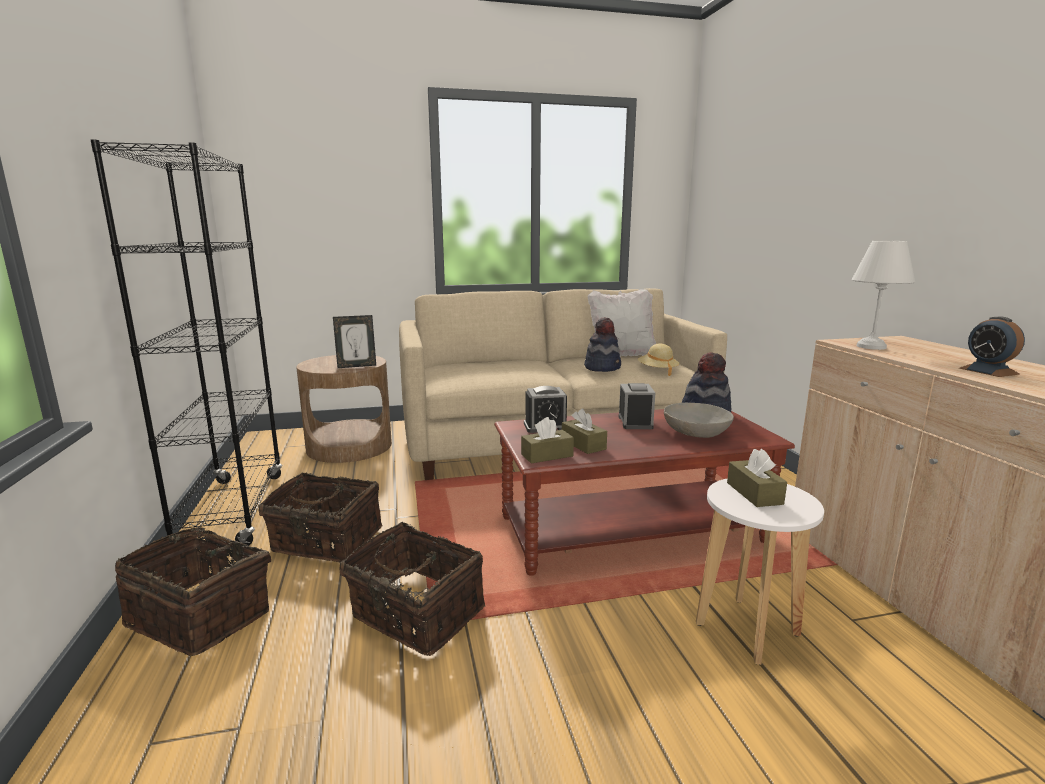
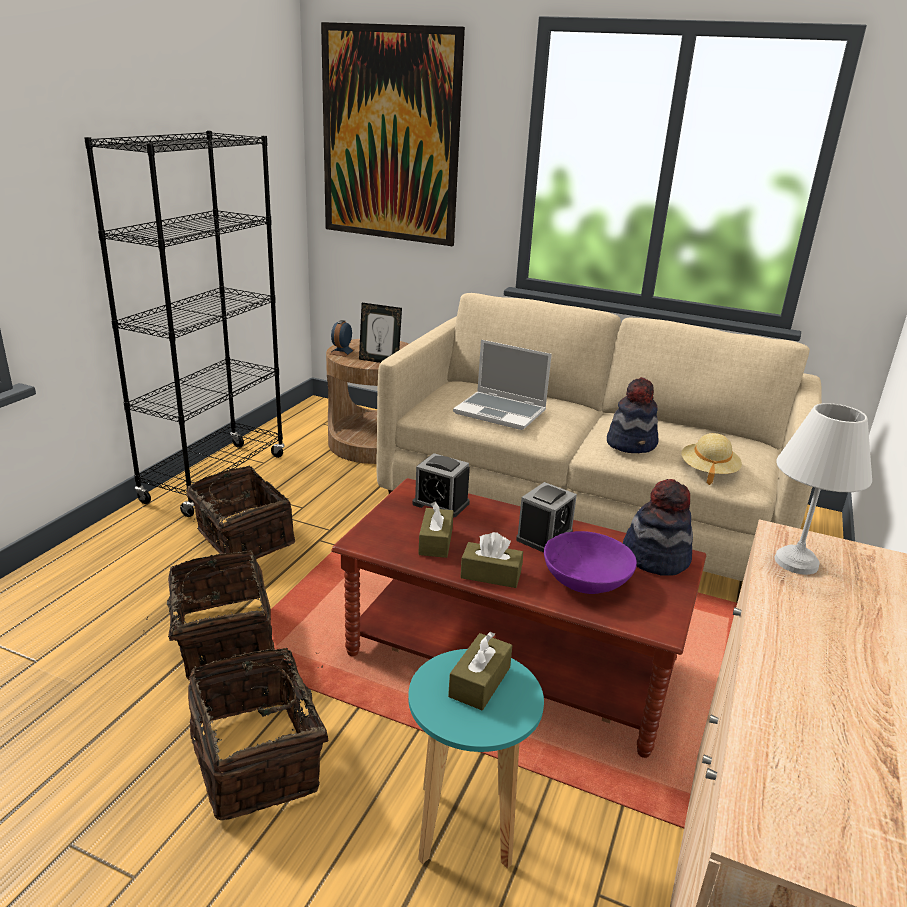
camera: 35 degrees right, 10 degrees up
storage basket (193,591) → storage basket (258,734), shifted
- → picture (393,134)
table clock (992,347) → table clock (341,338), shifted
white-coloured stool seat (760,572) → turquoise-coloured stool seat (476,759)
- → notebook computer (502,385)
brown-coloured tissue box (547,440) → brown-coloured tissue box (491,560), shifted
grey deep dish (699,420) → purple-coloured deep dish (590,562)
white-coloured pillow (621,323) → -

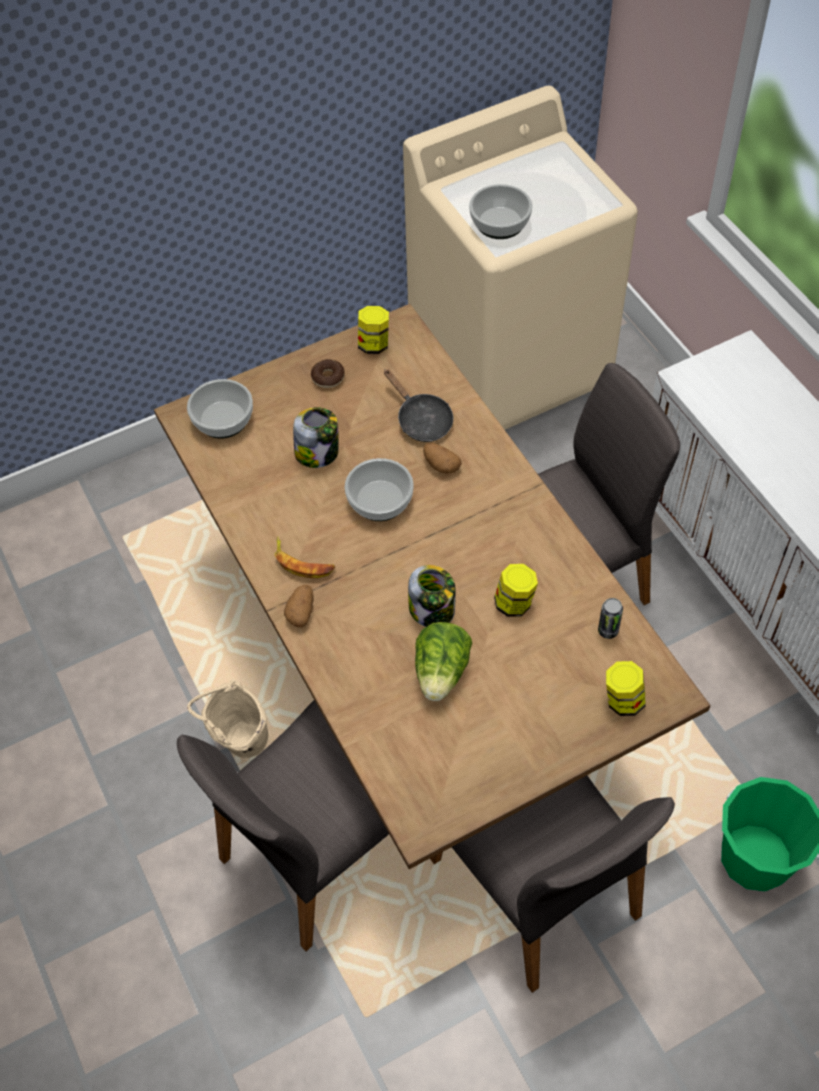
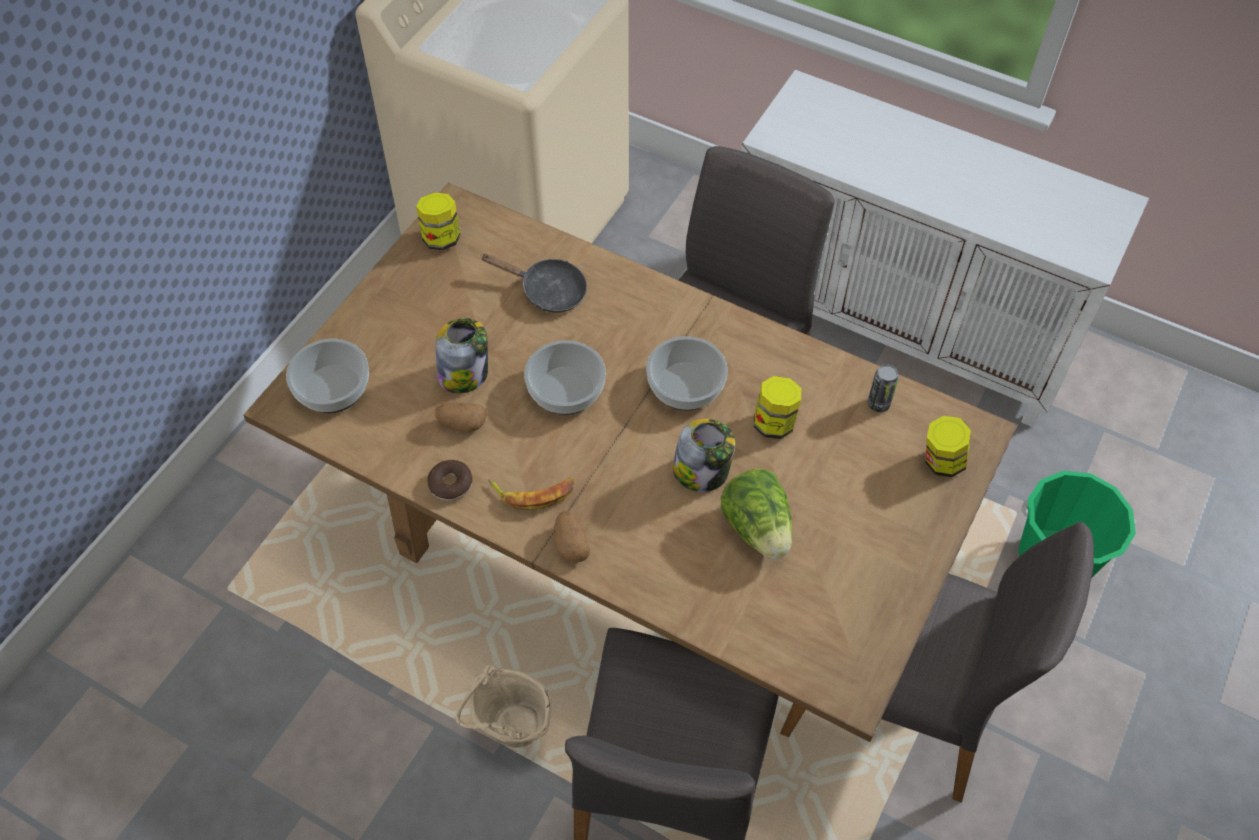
camera: 35 degrees left, 0 degrees up
ring doughnut (328,373) → ring doughnut (449,480), shifted
spud (442,458) → spud (461,417), shifted
deep dish (500,211) → deep dish (687,373), shifted

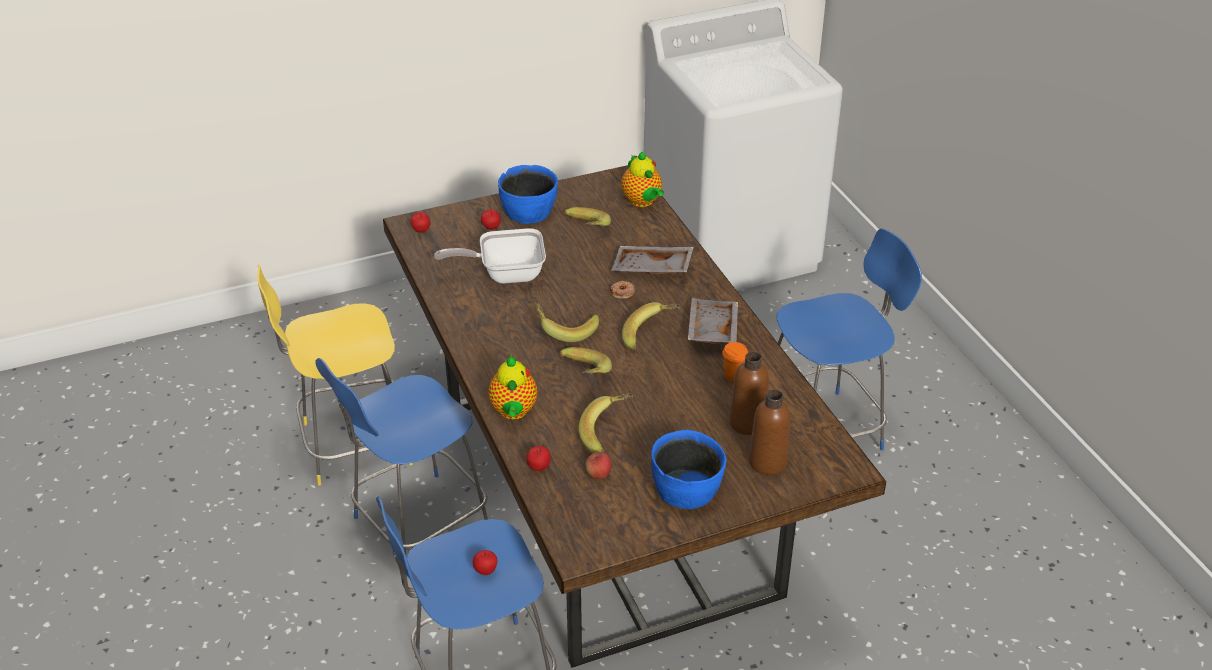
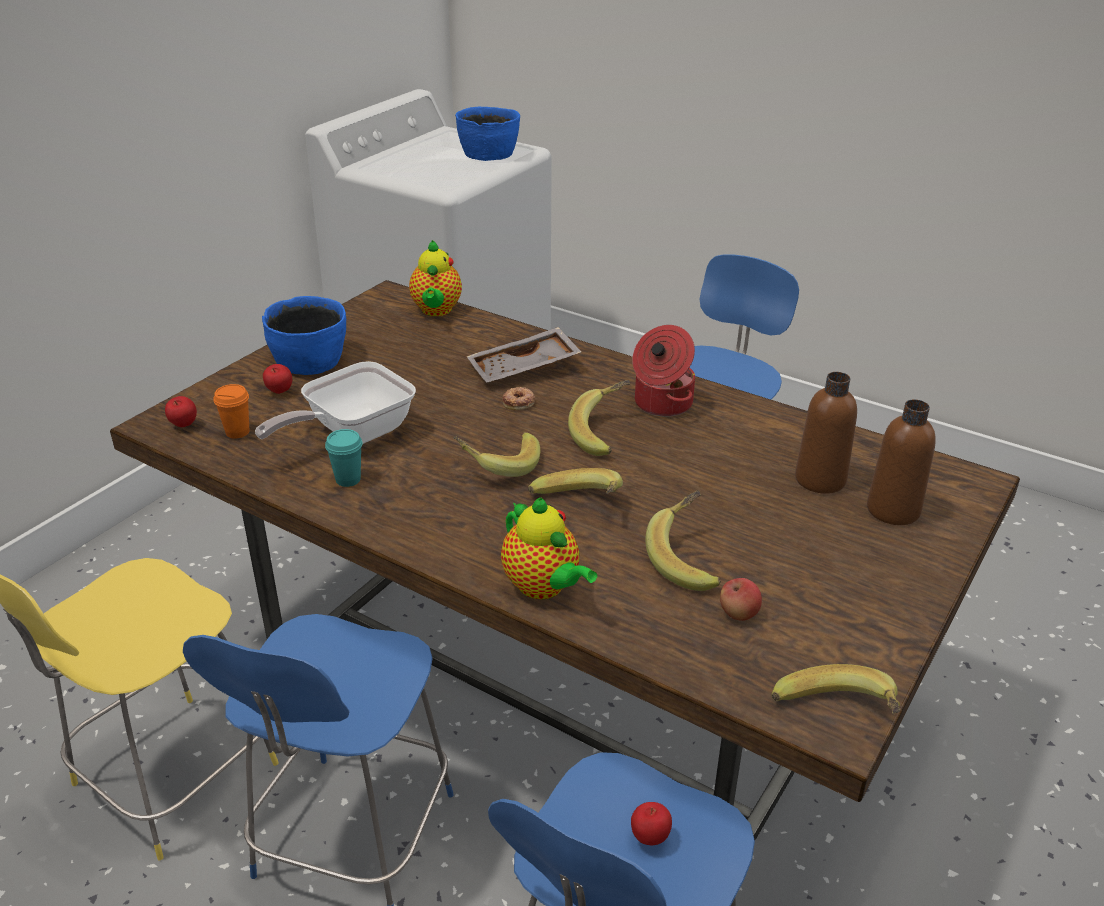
camera: 35 degrees left, 5 degrees down
orange small cup (735,362) → orange small cup (231,411), shifted
- → turquoise-coloured small cup (343,458)
tea pot (642,179) → tea pot (435,278), 60 degrees clockwise
bluish deep dish (688,469) → bluish deep dish (487,134), shifted
grey tray (713,321) → cooking pot (663,371)
banana fruit (587,216) → banana fruit (836,689), shifted
apple (538,458) → -

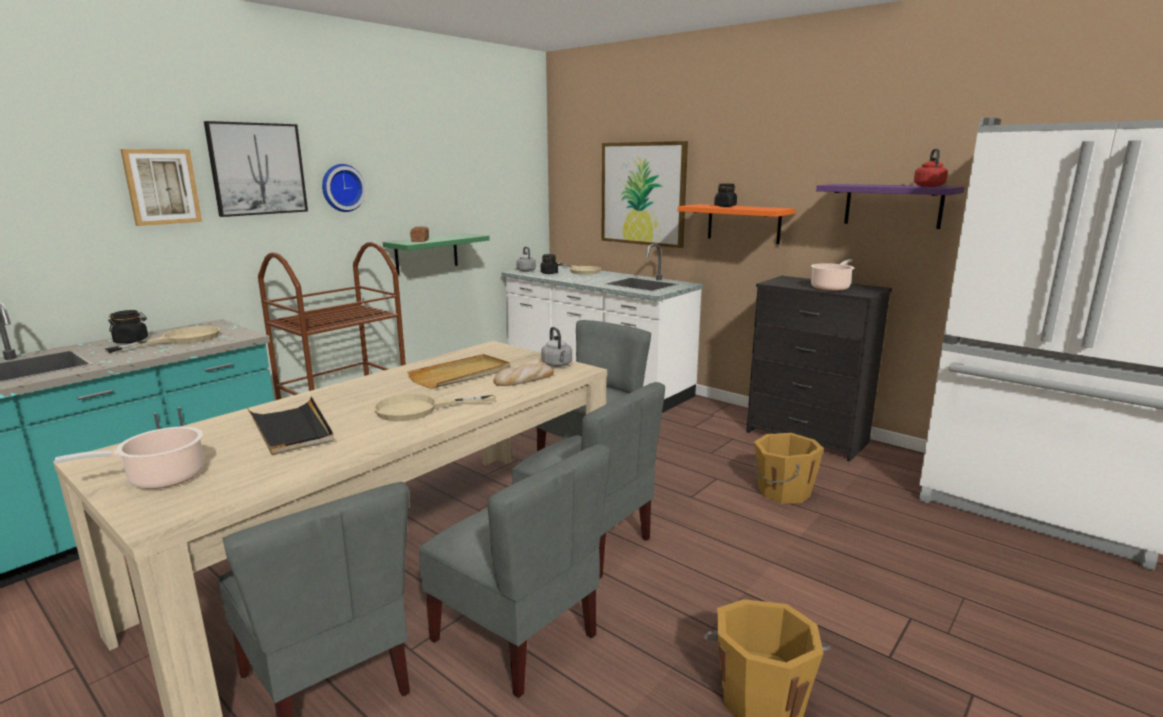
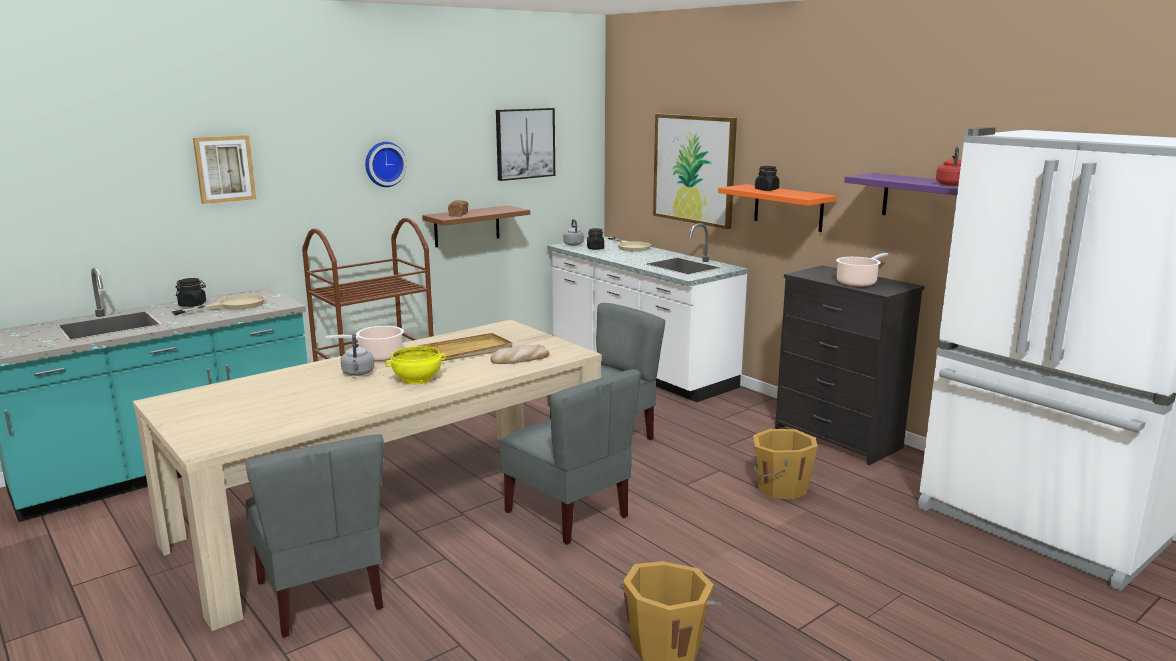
camera: 10 degrees right, 0 degrees up
cooking pot (129,458) → cooking pot (364,343), shifted
grey kettle (556,347) → grey kettle (357,355), shifted
beige-coloured frying pan (434,407) → yellow-coloured deep dish (415,365)
green-coloured shelf (436,254) → brown-coloured shelf (476,226)
picture (256,169) → picture (525,144), shifted
blackish tray (290,425) → -
grey plain chair (515,571) → -

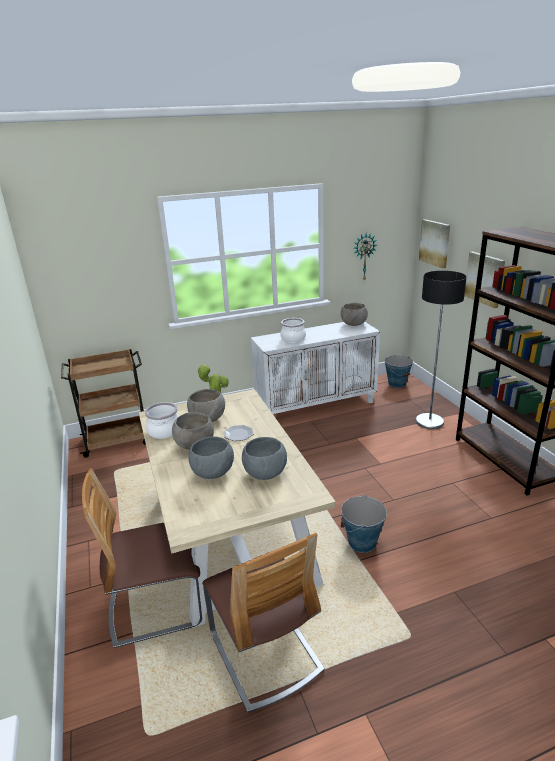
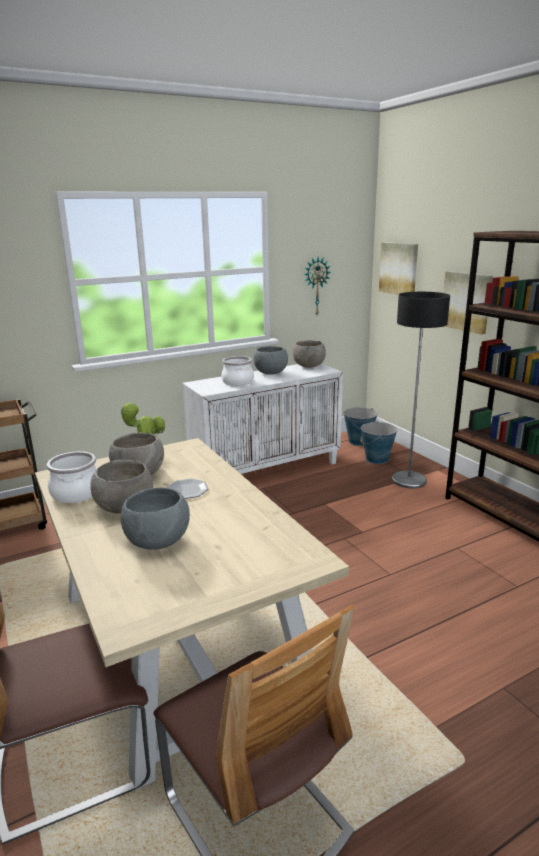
camera: 10 degrees left, 5 degrees down
grey deep dish (264,458) → grey deep dish (271,360), shifted
bucket (364,524) → bucket (378,442), shifted

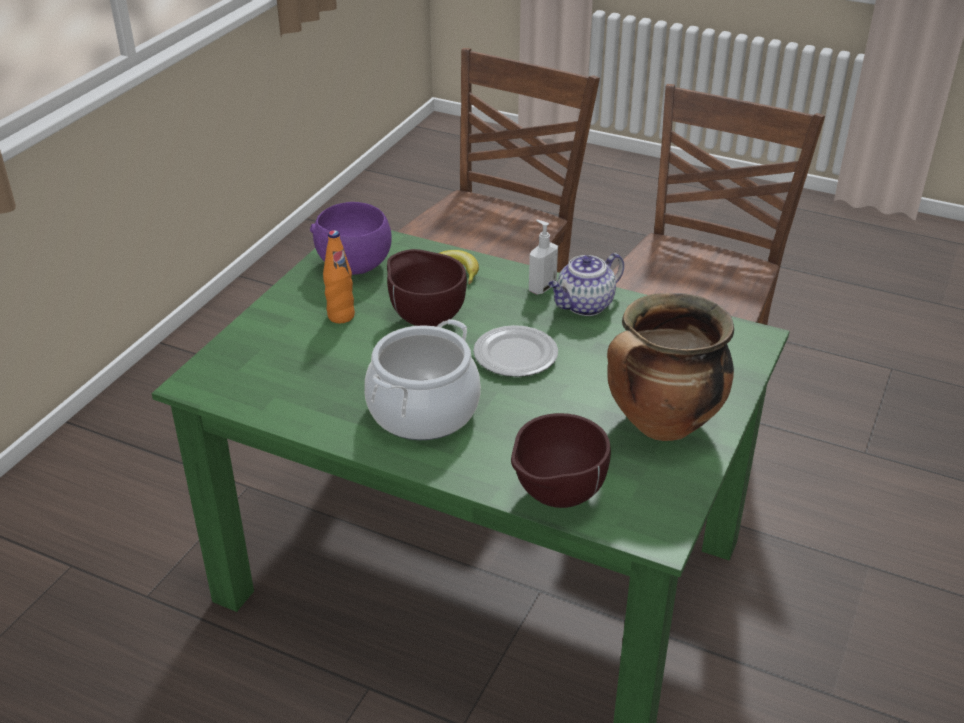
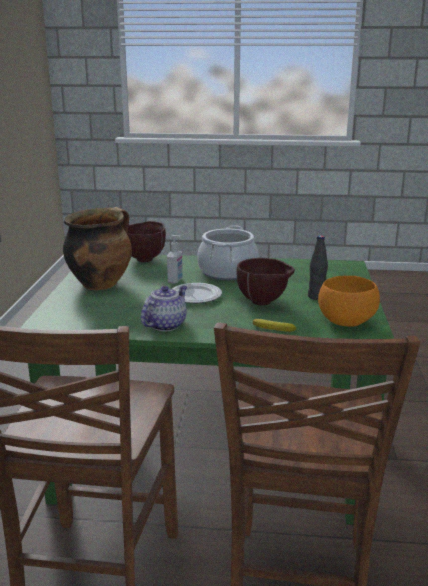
camera: 160 degrees right, 15 degrees down
soap bottle (543,257) → soap bottle (175,259), shifted
orange bottle (339,276) → blackish bottle (318,267)
purple-coloured deep dish (351,238) → orange deep dish (349,301)

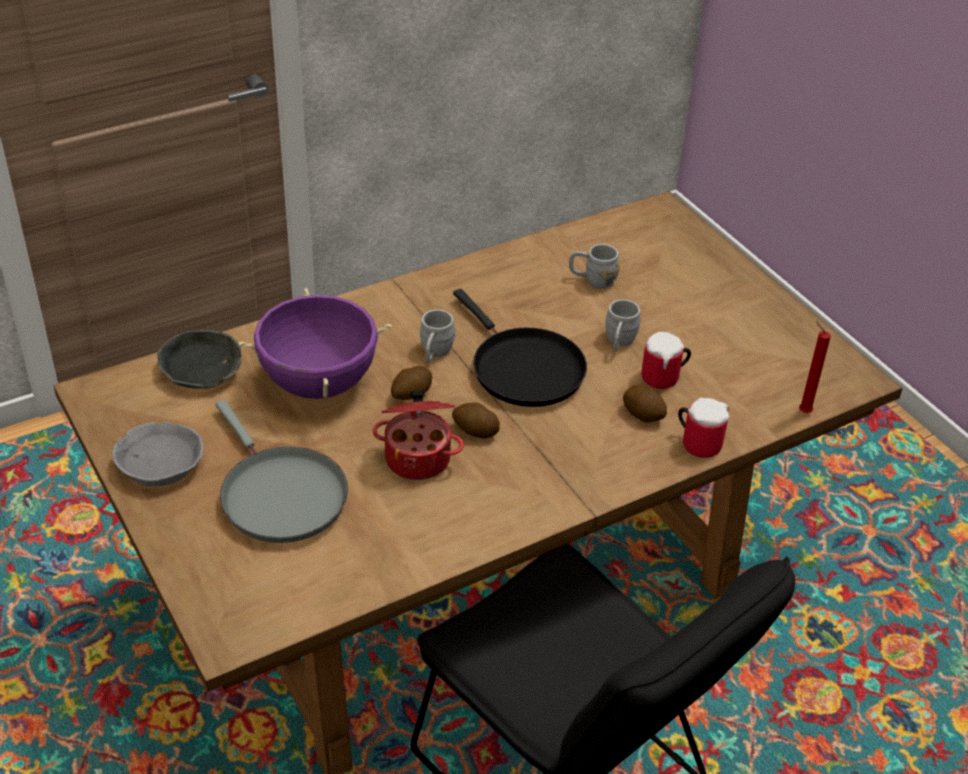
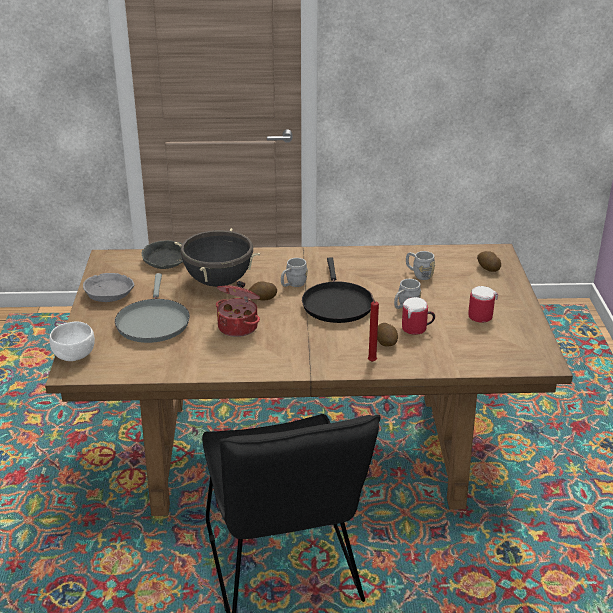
camera: 30 degrees right, 10 degrees down
- → white-coloured deep dish (72,341)
purple-coloured cooking pot (315,343) → blackish cooking pot (217,257)
red wax light (815,367) → red wax light (373,327), shifted
tea mug (703,428) → tea mug (483,304), shifted
spud (476,420) → spud (489,261), shifted

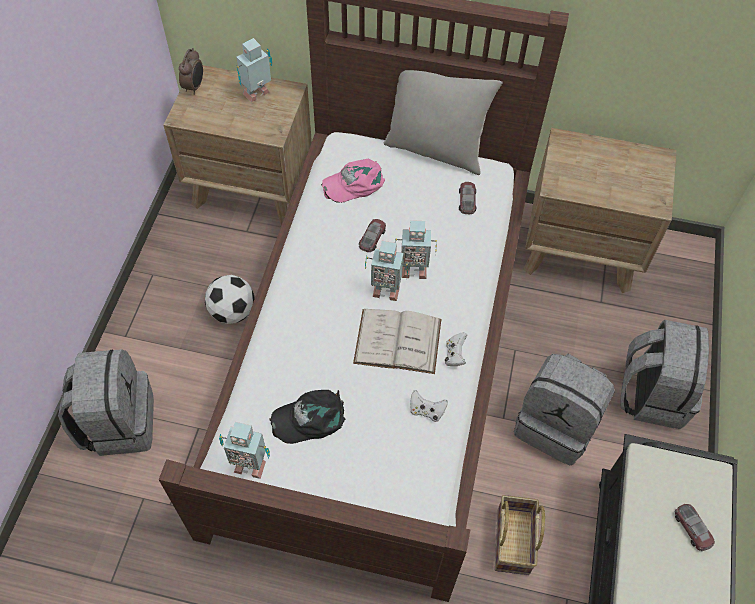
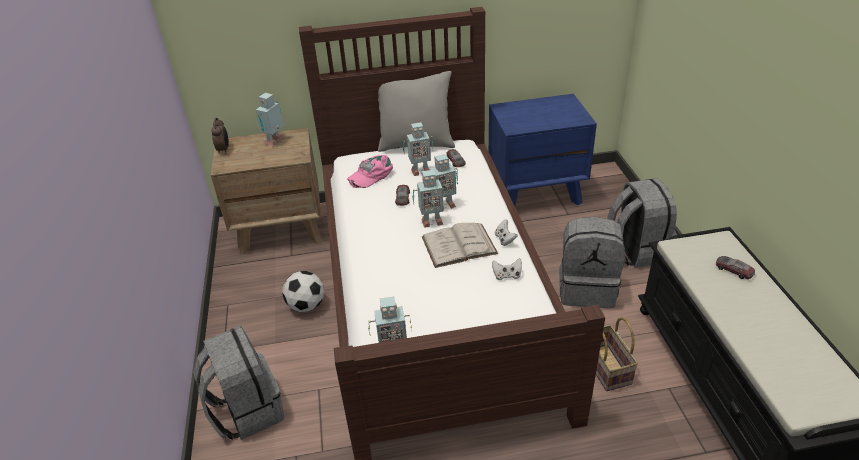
camera: 20 degrees left, 20 degrees down
- → model robot (418,149)
brown-coloured bedside table (599,210) → bluish bedside table (543,150)
blackish cap (307,417) → -

